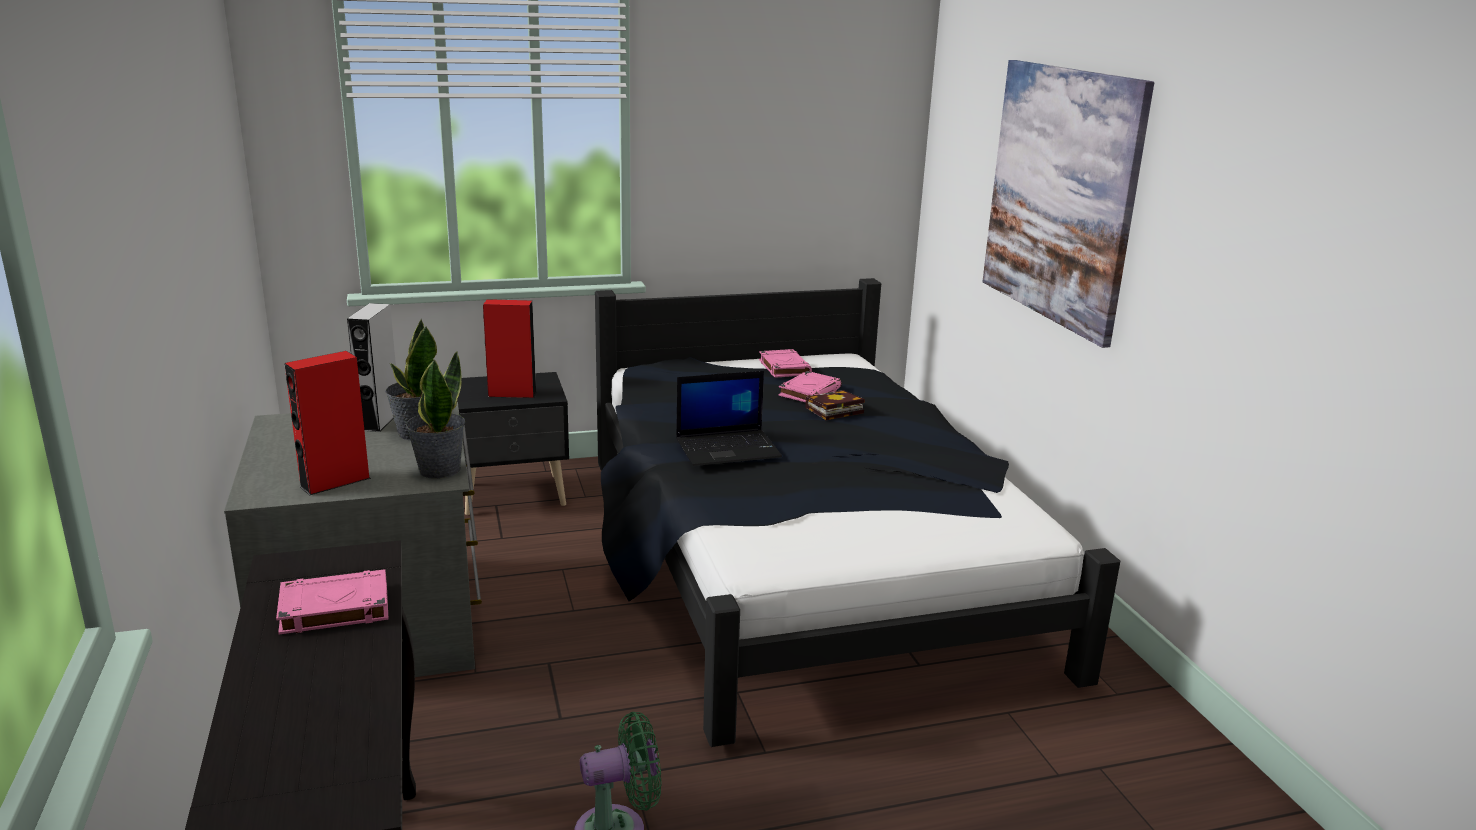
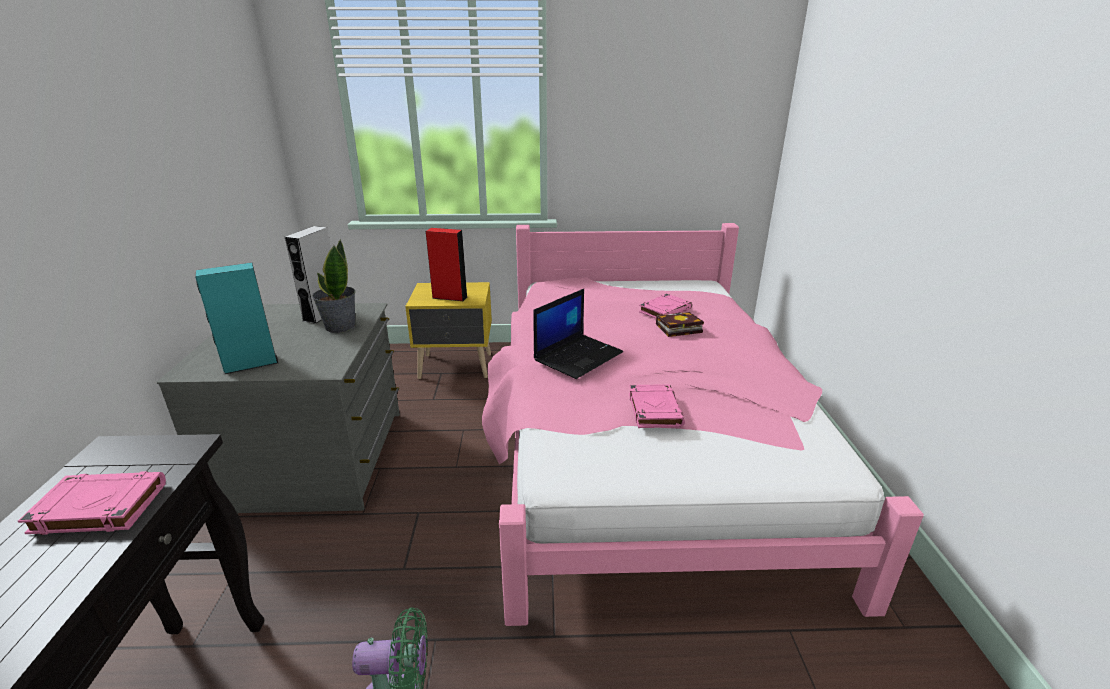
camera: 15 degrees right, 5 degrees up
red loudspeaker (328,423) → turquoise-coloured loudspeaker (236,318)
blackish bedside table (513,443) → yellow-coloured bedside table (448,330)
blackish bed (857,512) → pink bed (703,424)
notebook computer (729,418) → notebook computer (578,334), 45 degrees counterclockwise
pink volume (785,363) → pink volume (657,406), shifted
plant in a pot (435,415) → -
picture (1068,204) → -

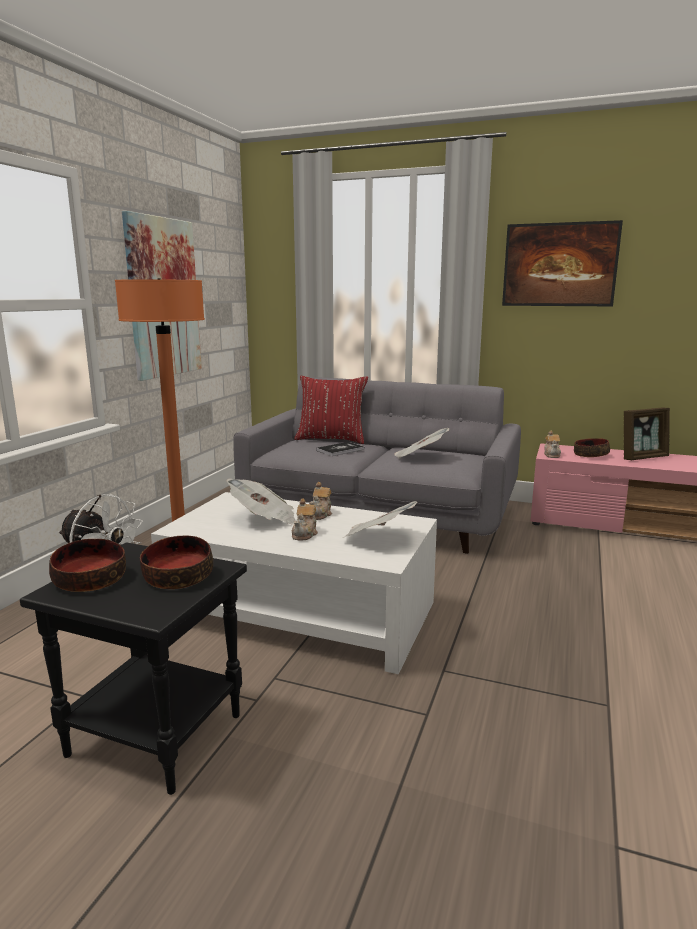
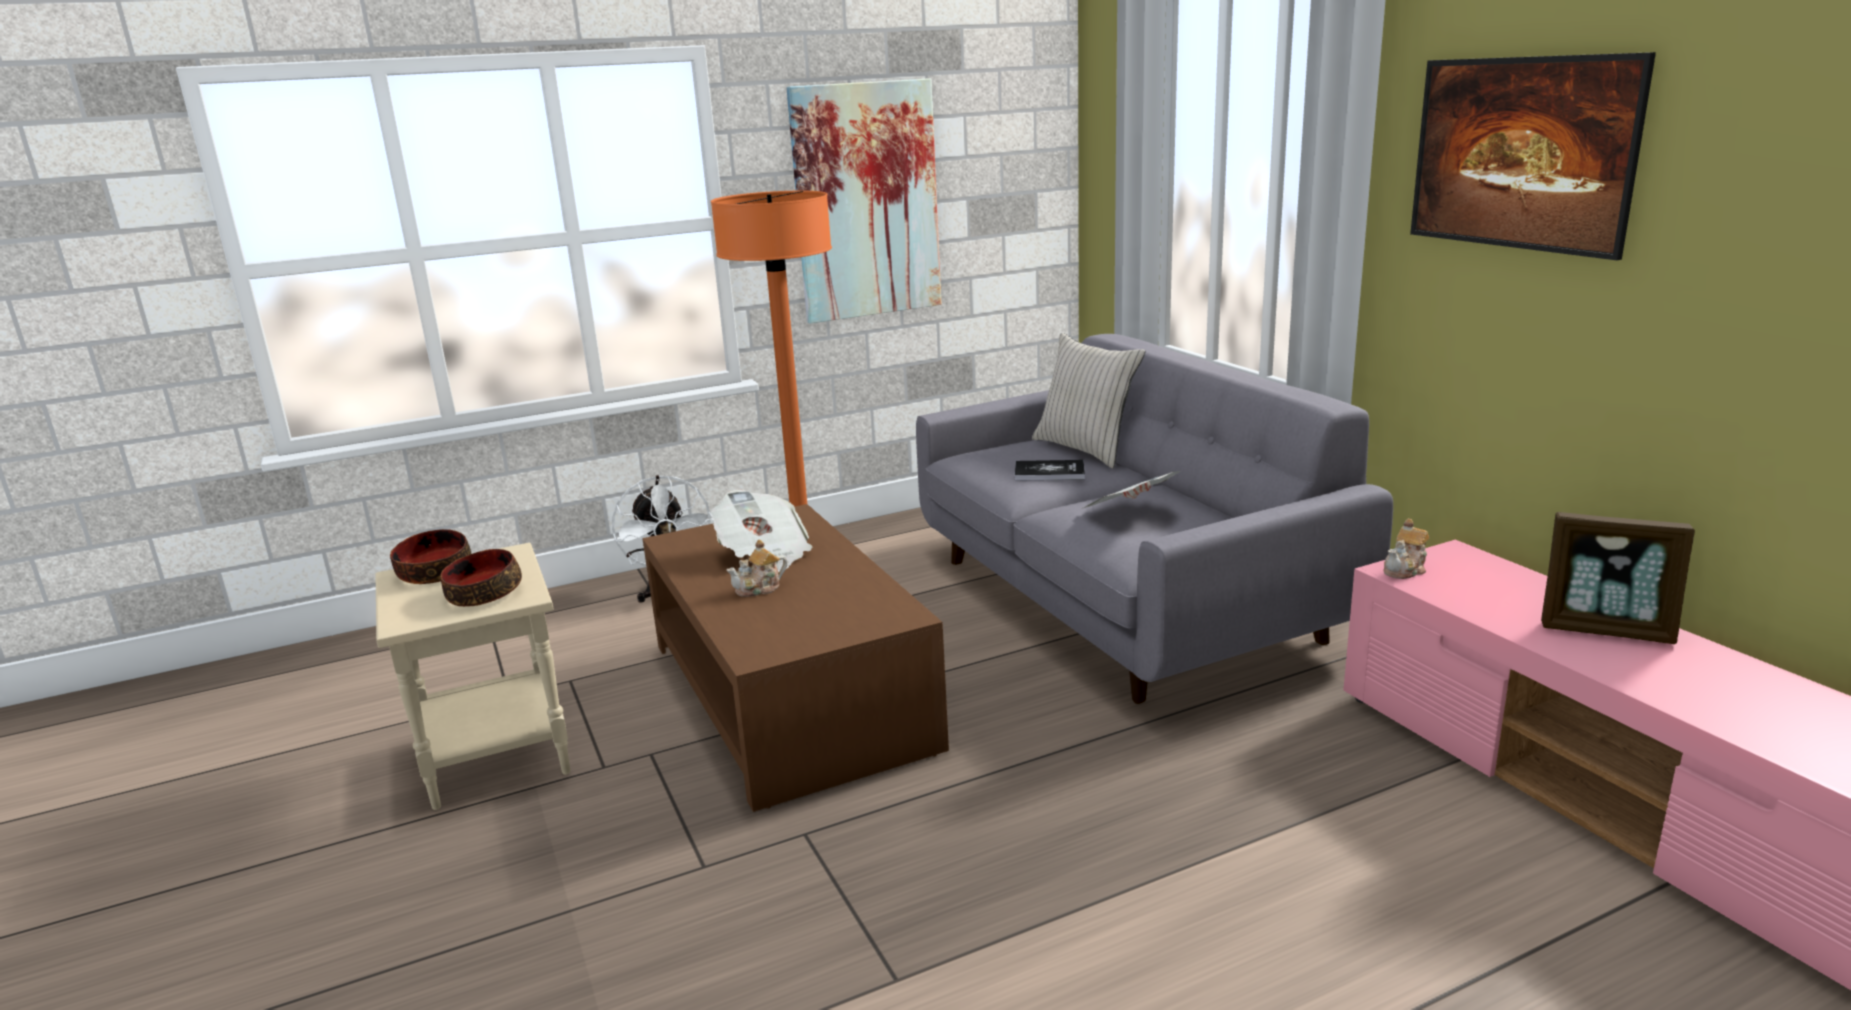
camera: 45 degrees right, 5 degrees up
blackish side table (133,668) → beige-coloured side table (473,676)
white-coloured low table (294,583) → brown-coloured low table (795,658)
red pillow (331,410) → beige-coloured pillow (1089,400)
tea pot (320,501) → -
newspaper (380,519) → -
deep dish (592,447) → -

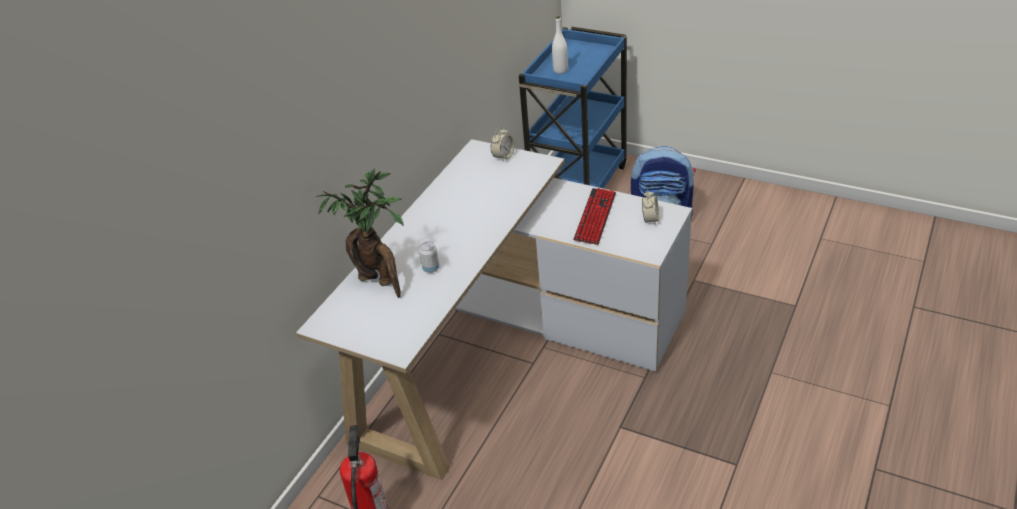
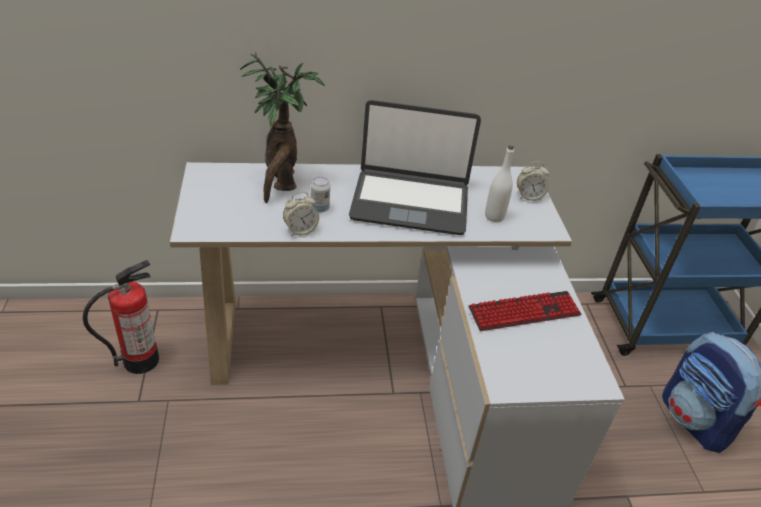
camera: 50 degrees right, 0 degrees up
table clock (650,208) → table clock (301,214), shifted
- → notebook computer (415,167)
white-coloured bottle (560,45) → white-coloured bottle (499,183), shifted

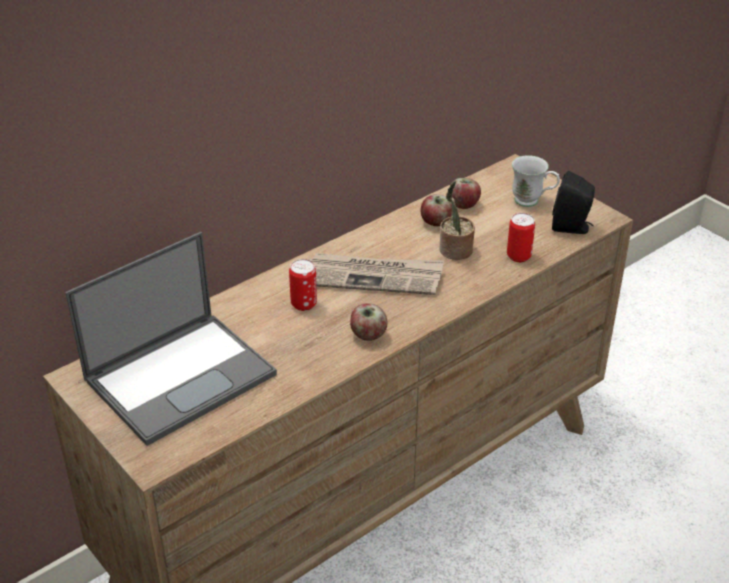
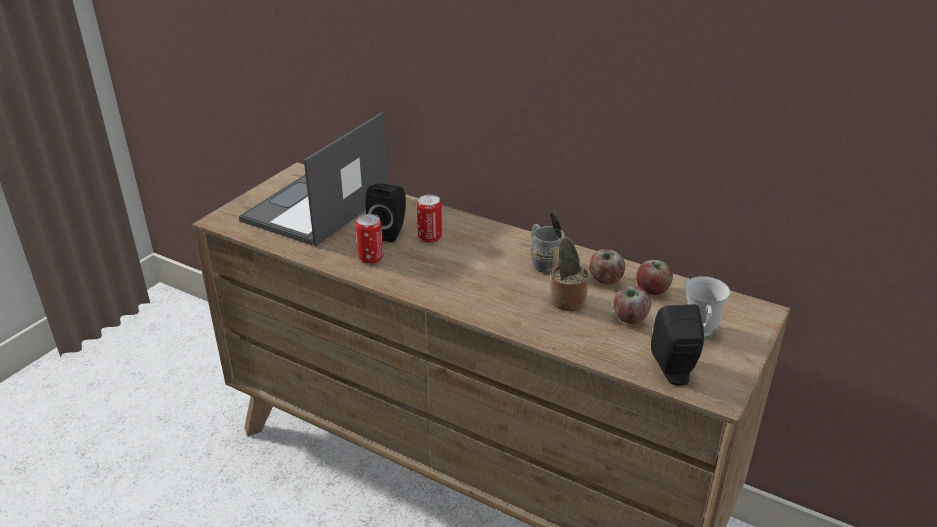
camera: 70 degrees right, 5 degrees down
notebook computer (171,339) → notebook computer (313,179), 90 degrees clockwise
metal can (521,237) → metal can (369,239), shifted
- → blackish loudspeaker (385,212)
- → grey tea mug (547,248)
apple (369,322) → apple (632,305), shifted
newspaper (376,274) → -

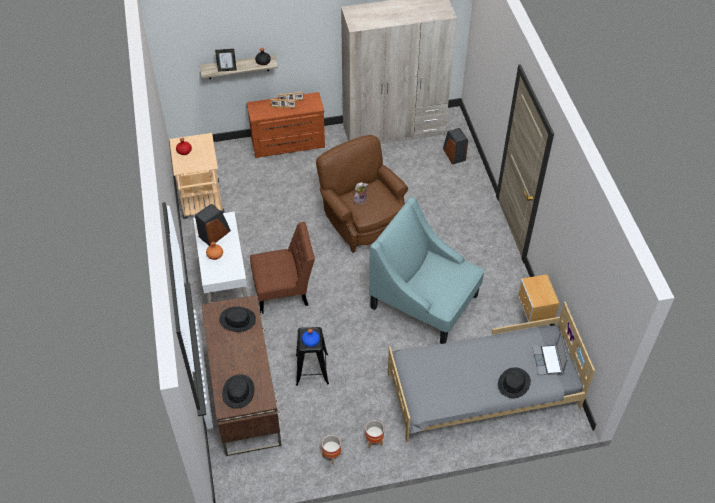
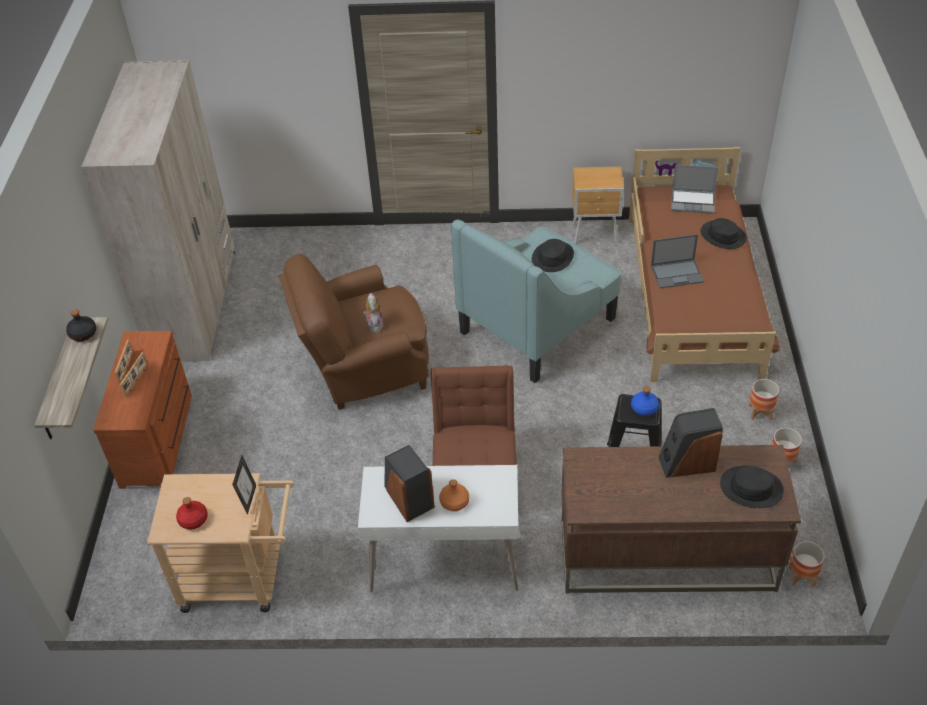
camera: 75 degrees left, 5 degrees down
photo frame (226,60) → photo frame (244,485), shifted
blackish hat (237,319) → blackish hat (553,255), shifted
grey bed (491,372) → brown-coloured bed (704,264)
- → notebook computer (677,261)
loudspeaker (455,146) → loudspeaker (690,443), shifted
- → planter (807,564)

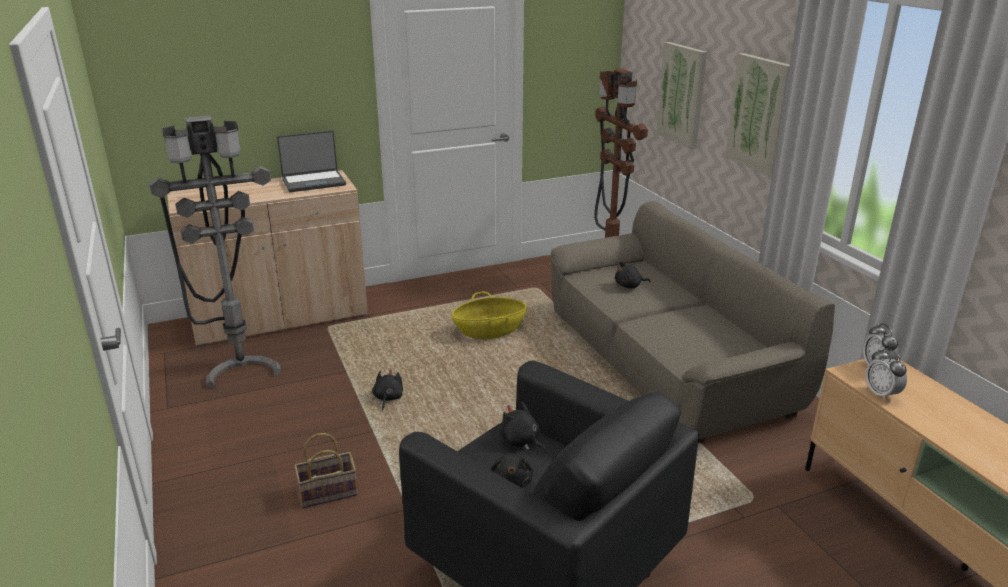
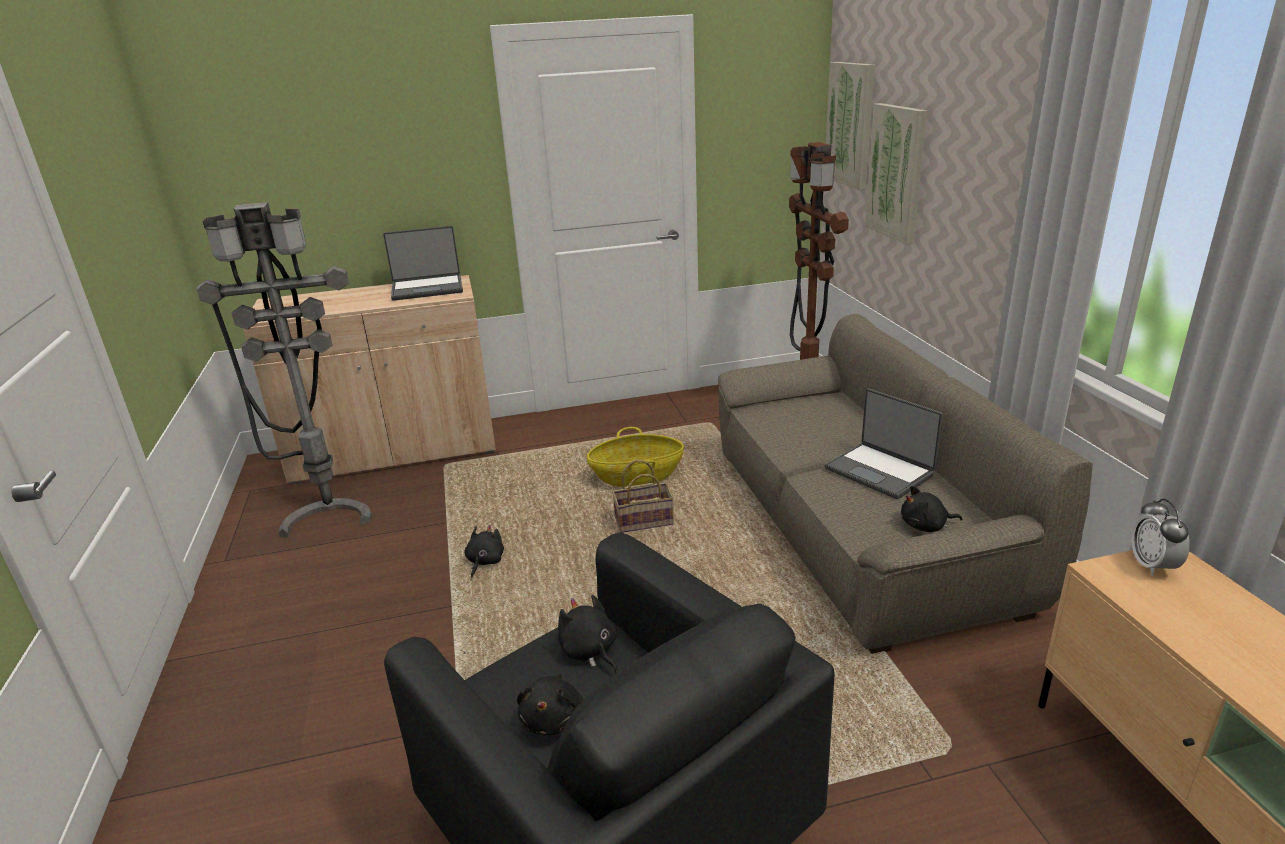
camera: 10 degrees right, 0 degrees up
storage basket (326,470) → storage basket (643,496), shifted
- → notebook computer (884,444)
picture (757,114) → picture (850,126), shifted
blackish soft toy (633,275) → blackish soft toy (932,509), shifted
table clock (886,374) → -

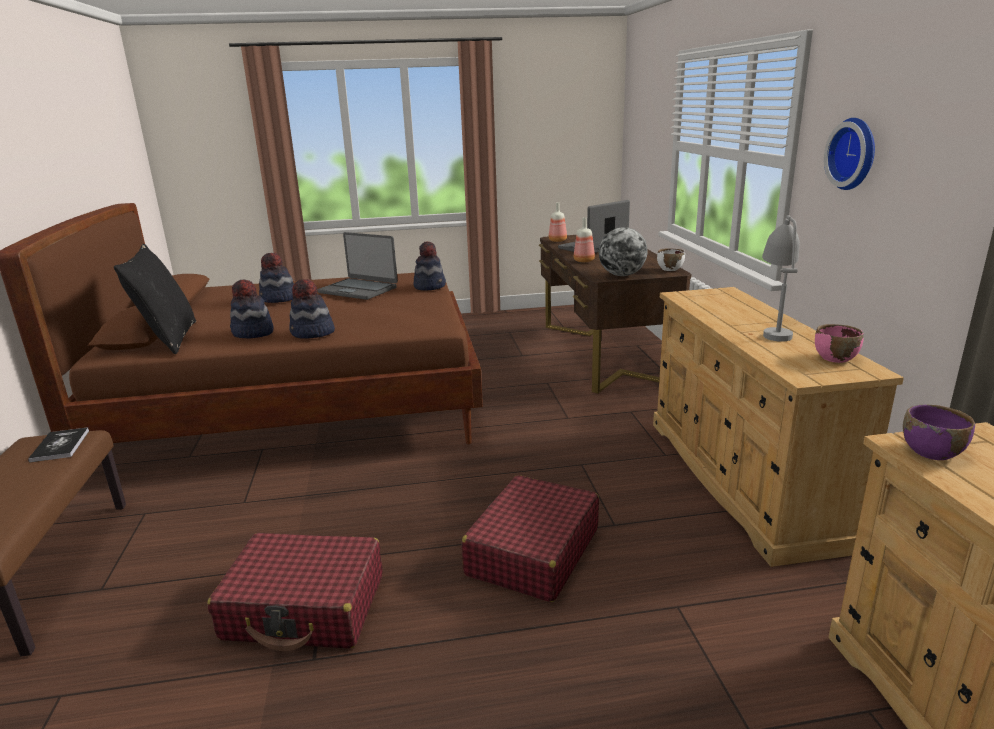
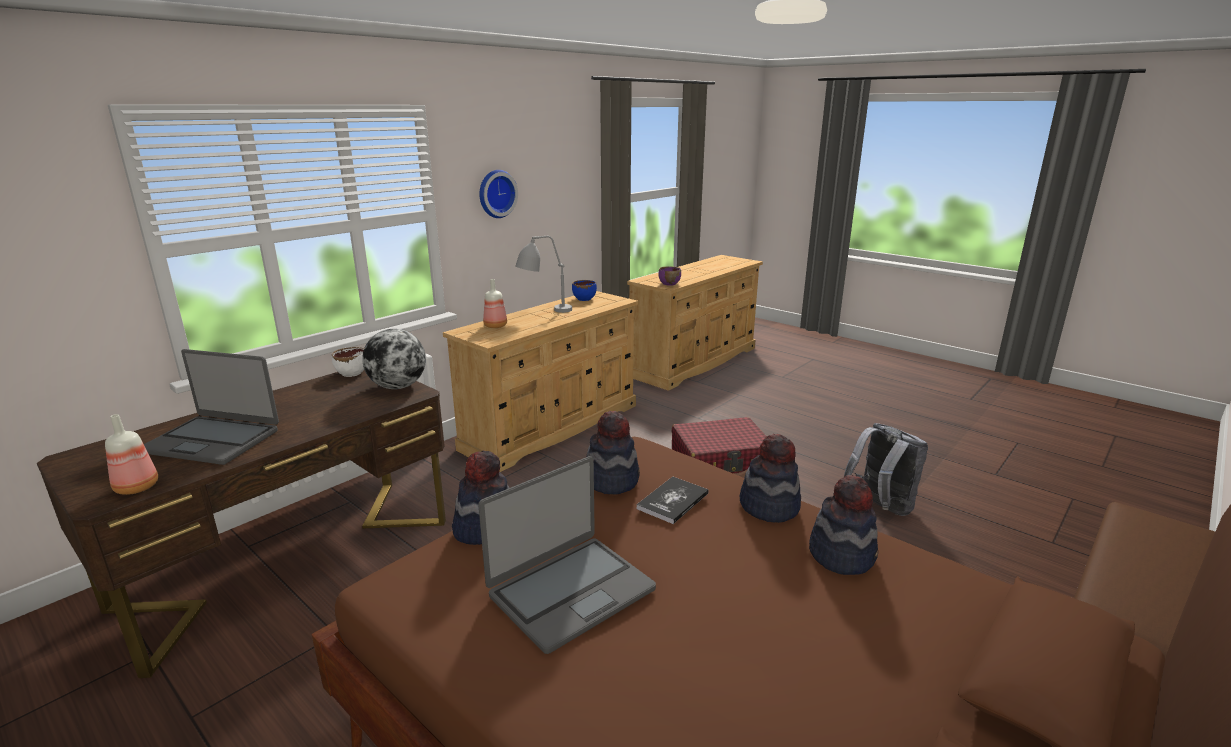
camera: 130 degrees left, 0 degrees up
notebook computer (358,266) → notebook computer (567,555), 60 degrees clockwise
bottle (584,239) → bottle (495,303), shifted
pink deep dish (839,343) → bluish deep dish (584,290)
hat (276,278) → hat (613,453), shifted
volume (58,444) → volume (672,500), shifted
red suitcase (295,592) → grey rucksack (886,469)
blackish pillow (155,299) → -

